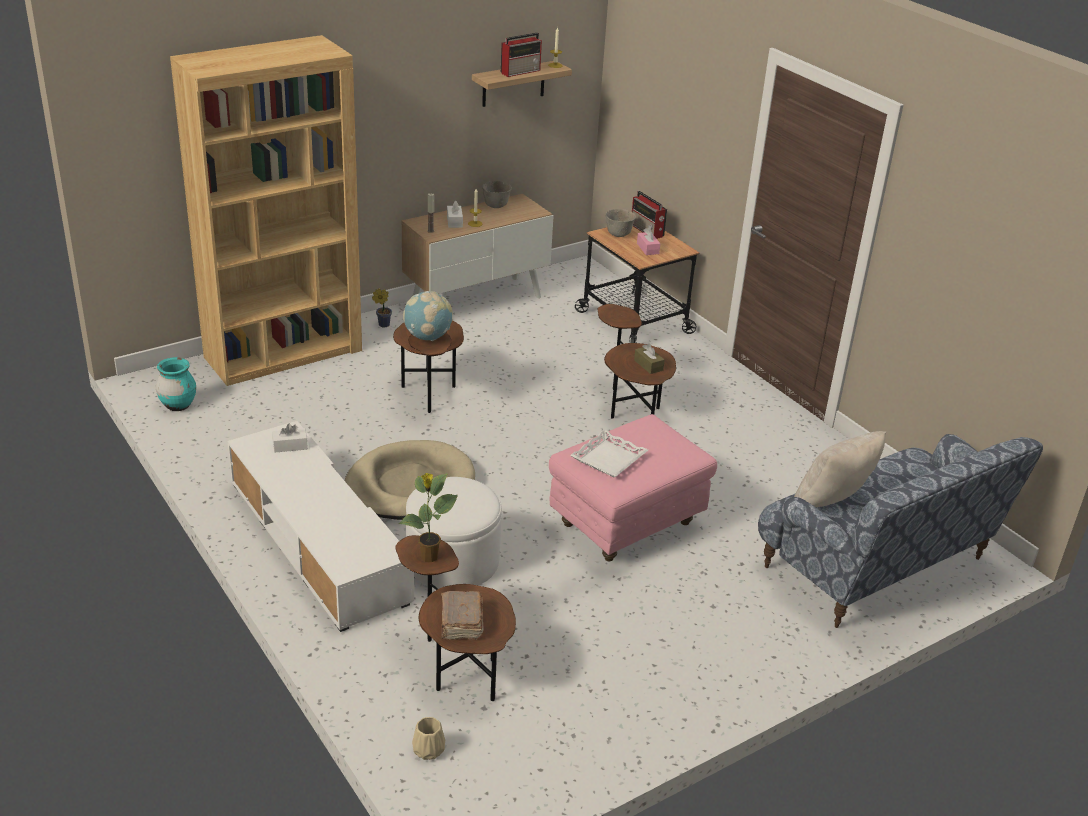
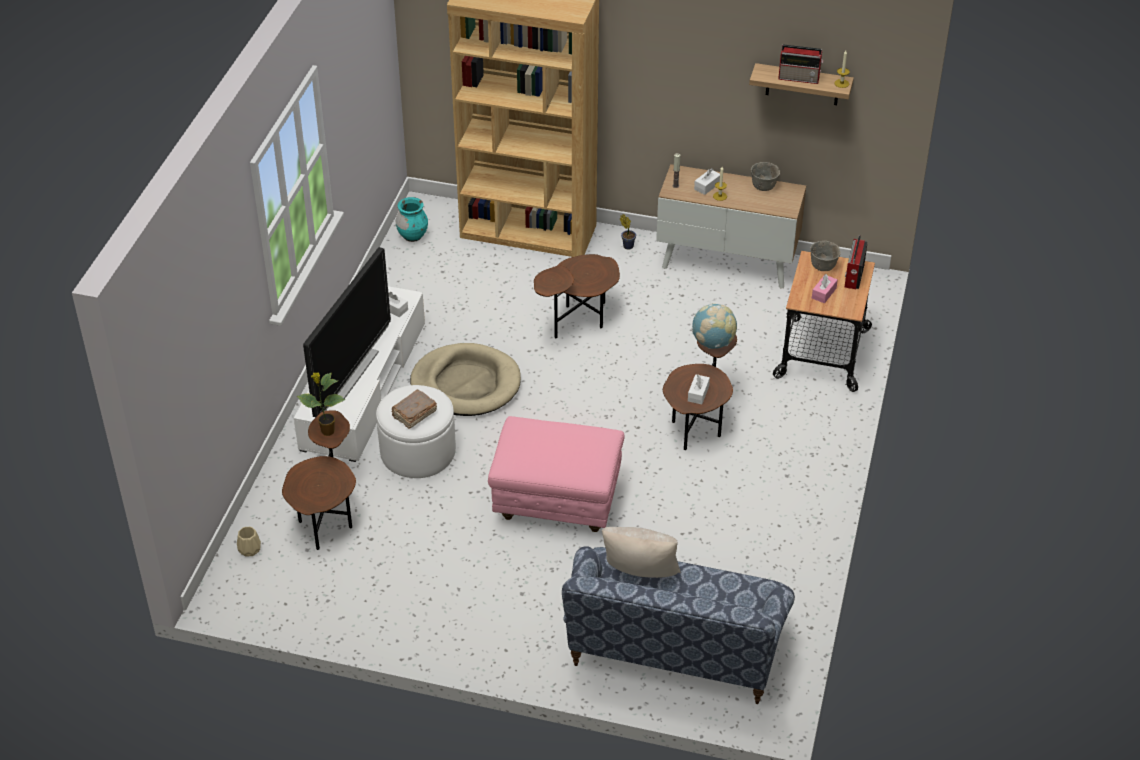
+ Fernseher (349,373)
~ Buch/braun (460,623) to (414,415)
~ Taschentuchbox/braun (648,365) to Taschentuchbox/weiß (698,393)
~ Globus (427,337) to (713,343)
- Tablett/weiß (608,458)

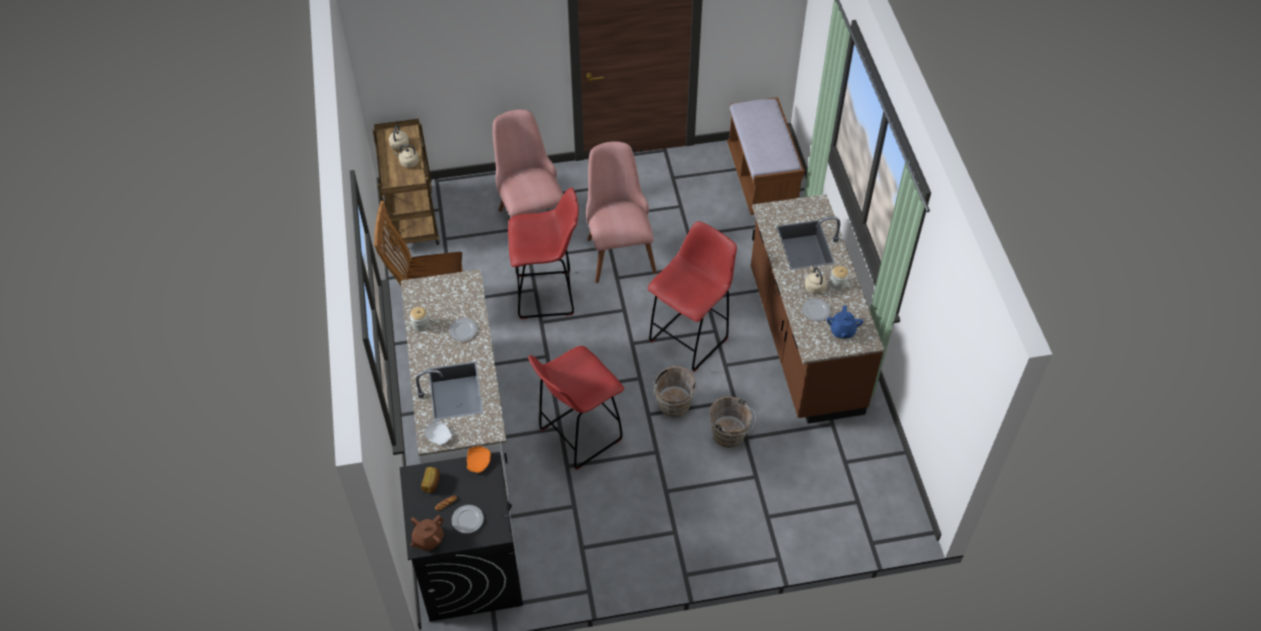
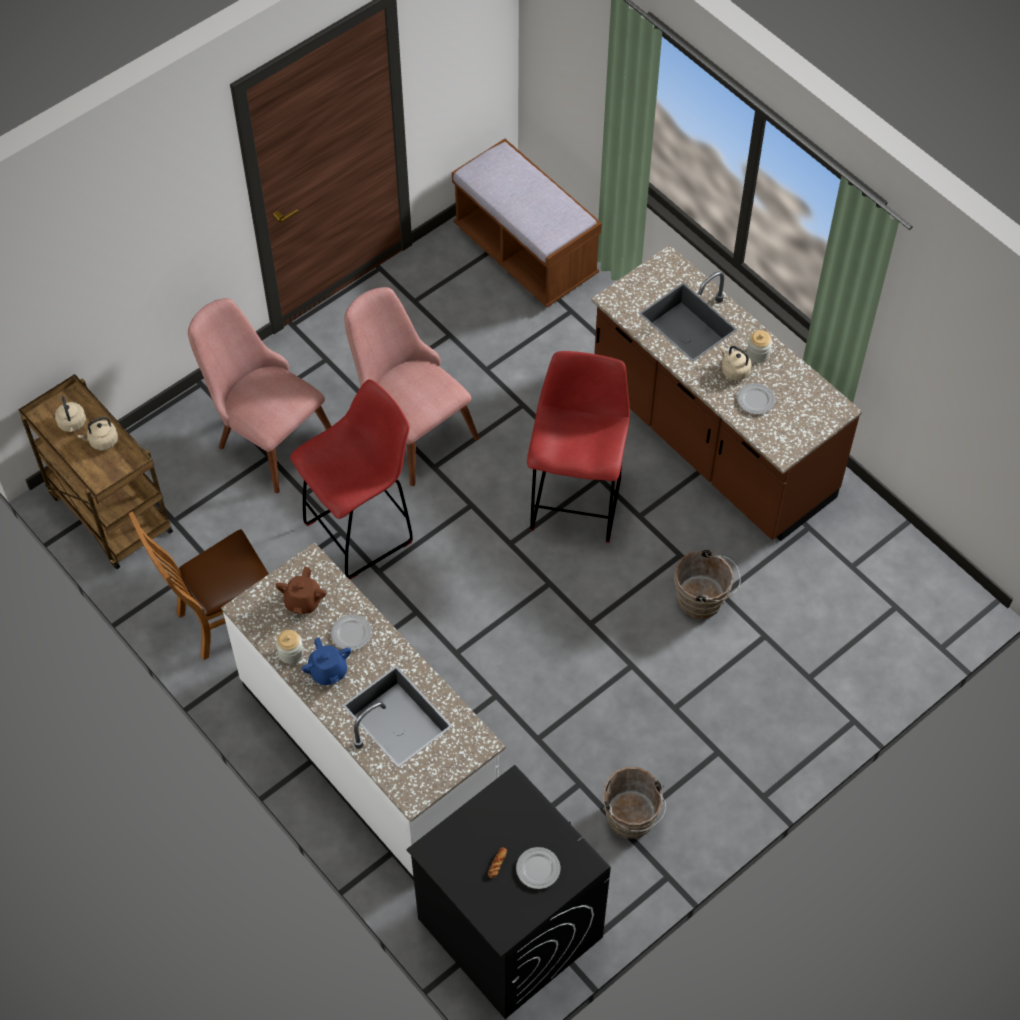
~ Teekanne/braun (428,539) to (303,601)
~ Teekanne/blau (842,331) to (328,671)
~ Eimer/braun (673,406) to (631,821)
- Brot (432,483)
- Teller/weiß (439,435)
- Teller/orange (479,462)
- Hocker/rot (578,436)

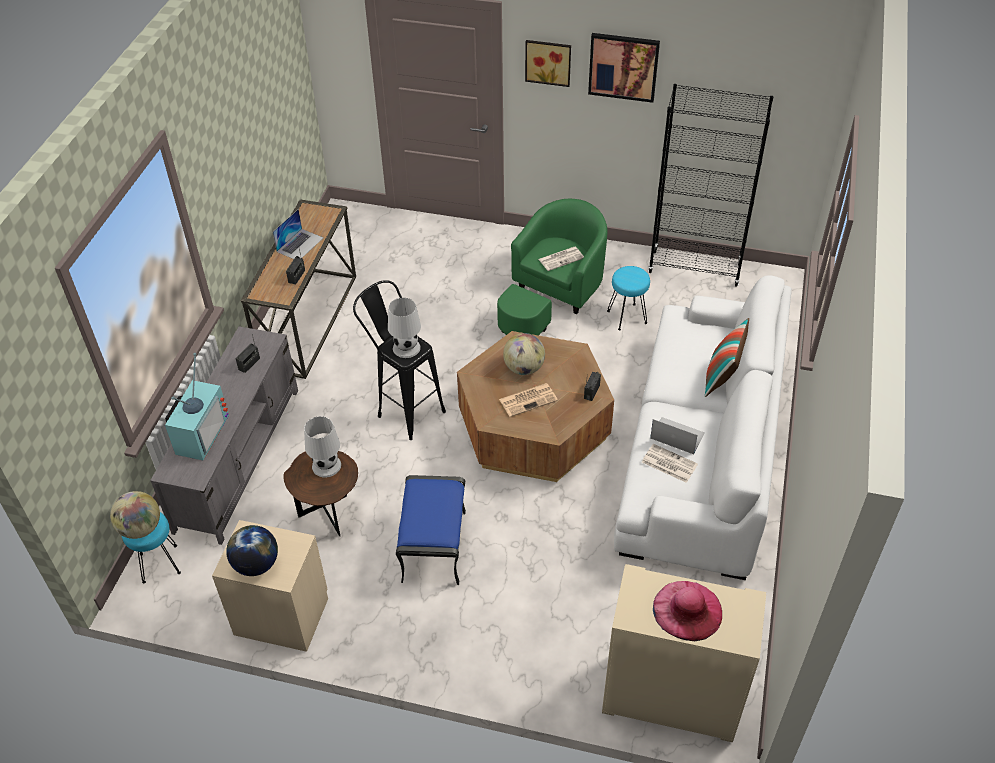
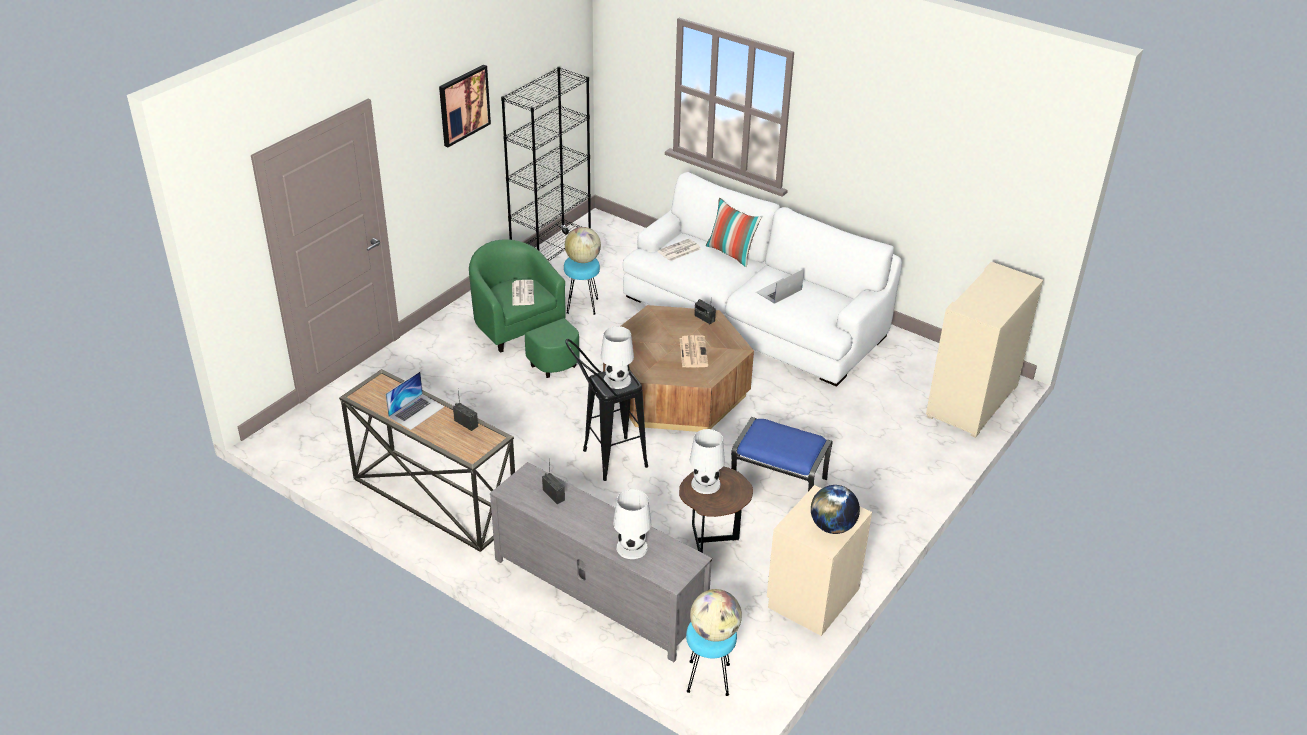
~ Laptop (300,244) = (416,411) 75 degrees clockwise
~ Globus (524,368) to (583,260)
~ Fernseher (199,433) to Tischlampe/weiß (631,547)
~ Zeitung (668,463) to (679,251)
- Bild (548,61)
- Hut/rosa (687,610)

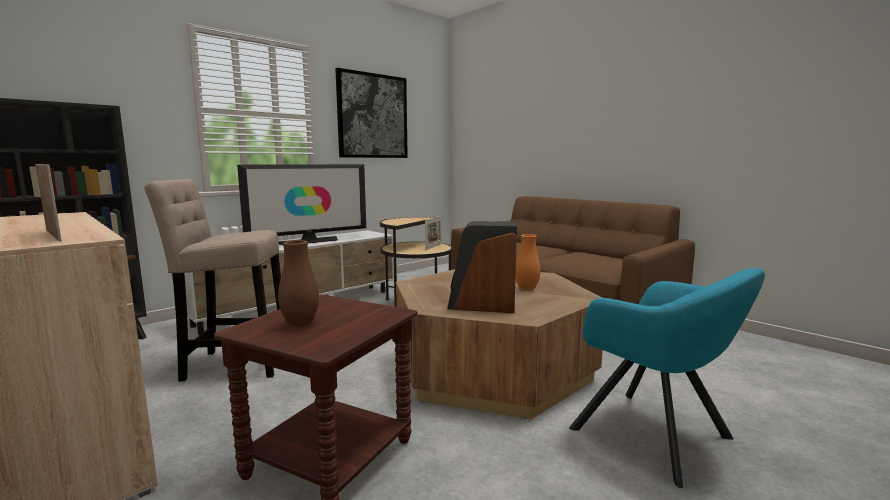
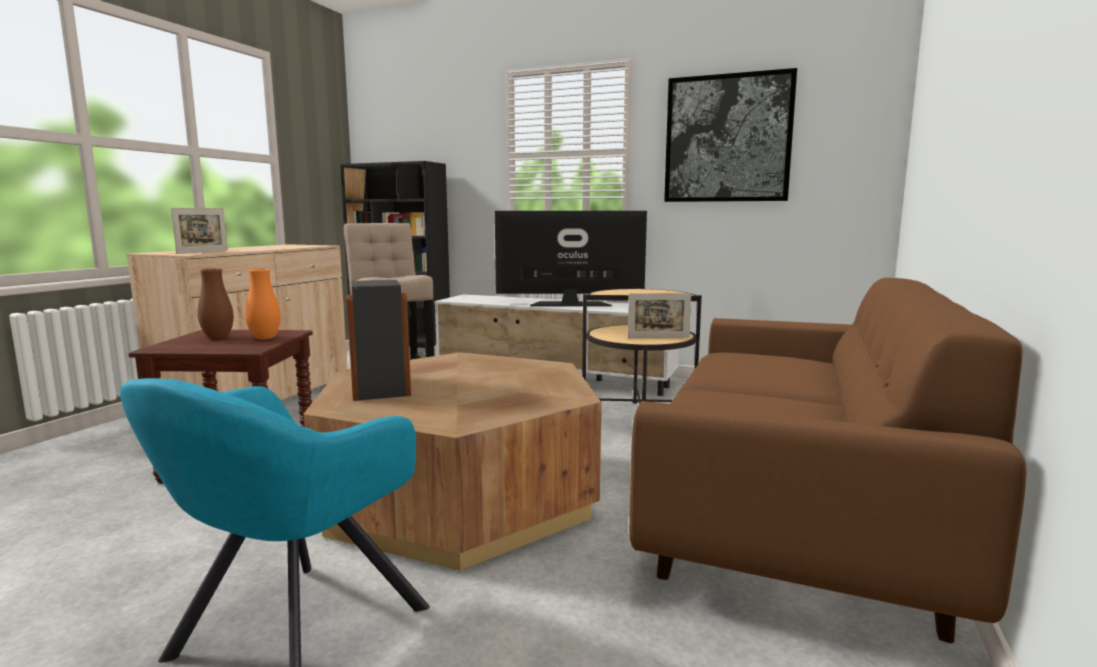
~ Vase/orange (526,289) to (265,338)
~ Fernseher (309,241) = (570,304) 150 degrees clockwise

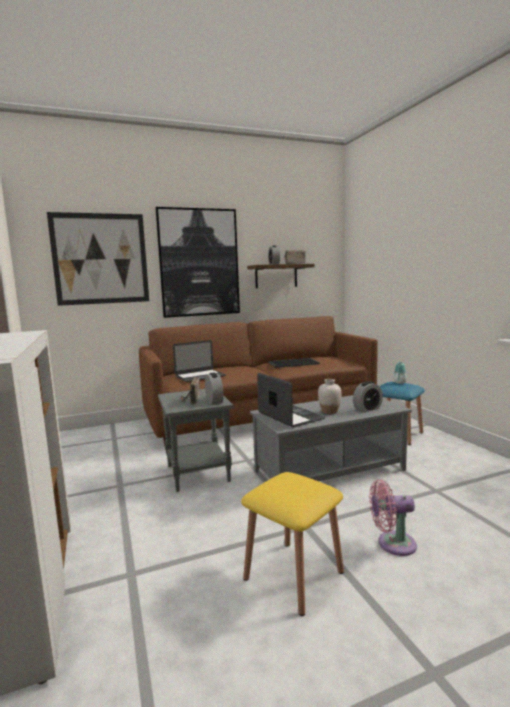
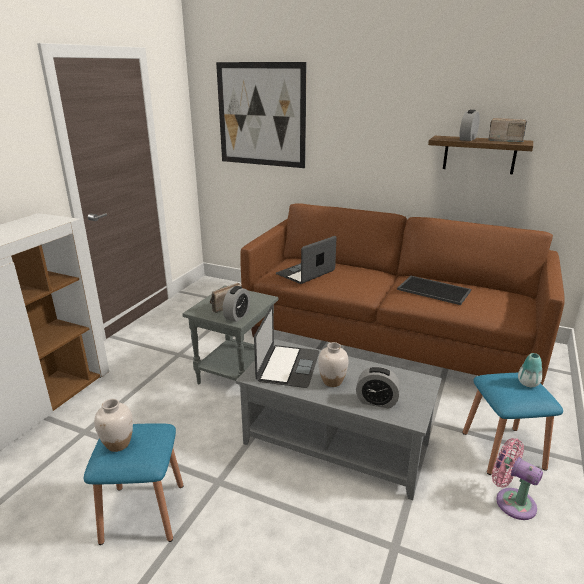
~ Hocker/gelb (293,575) to Hocker/blau (143,512)
+ Vase/weiß (118,444)
~ Laptop (200,376) = (305,273) 120 degrees clockwise
~ Ventilator/rosa (392,544) to (511,501)
- Bild (199,263)

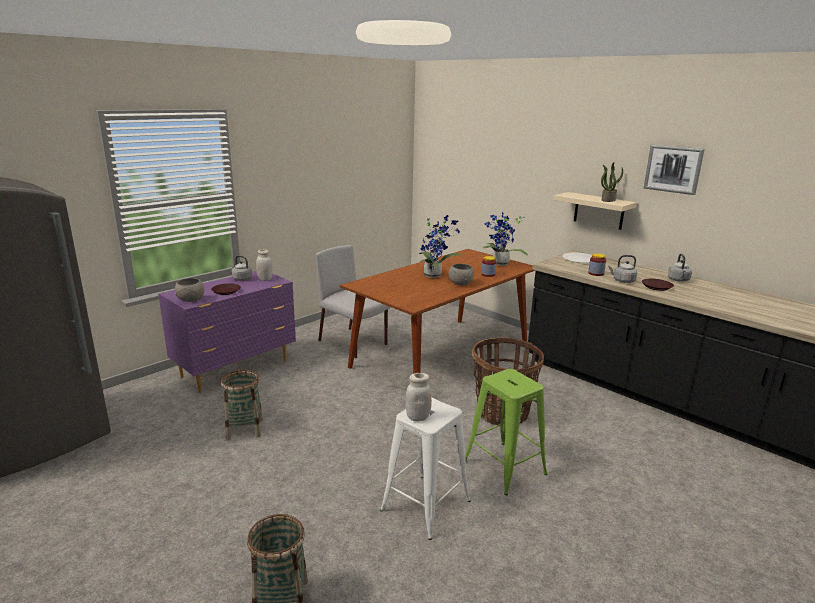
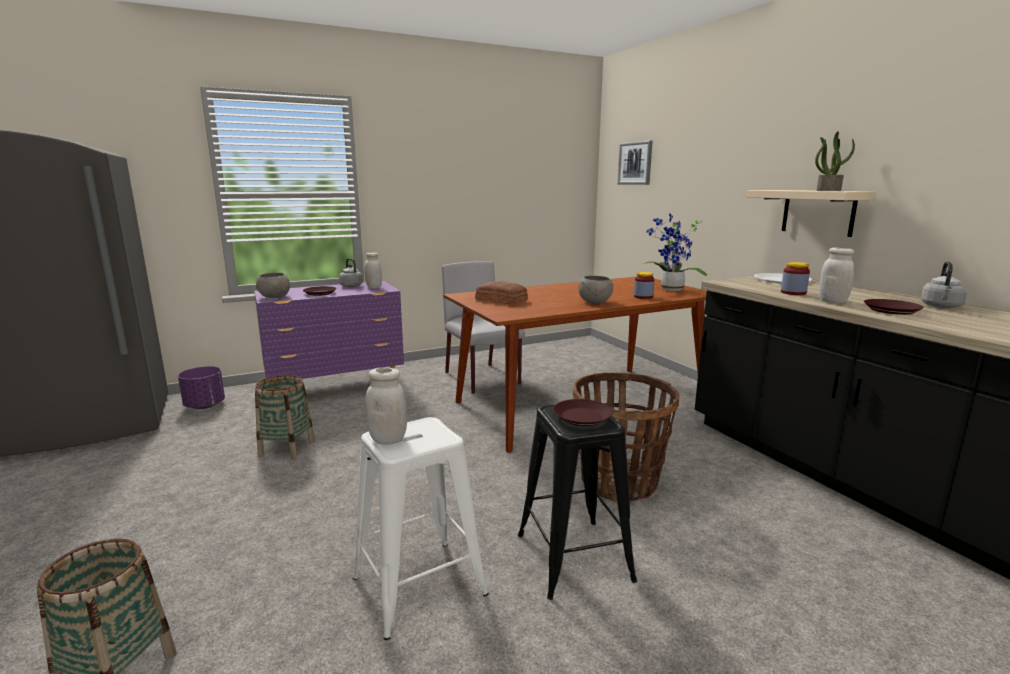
+ Pflanzkübel/lila (205,405)
+ Brot (501,300)
~ Hocker/grün (504,467) to Hocker/schwarz (573,556)
+ Teller/braun (582,417)
~ Bild (673,169) to (635,163)
~ Wasserkessel/grau (622,281) to Vorratsglas/weiß (832,301)
- Topfpflanze (435,275)

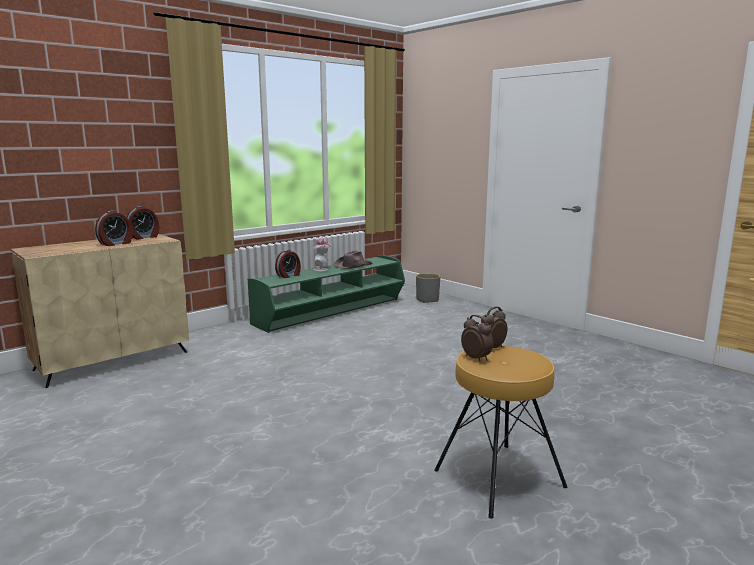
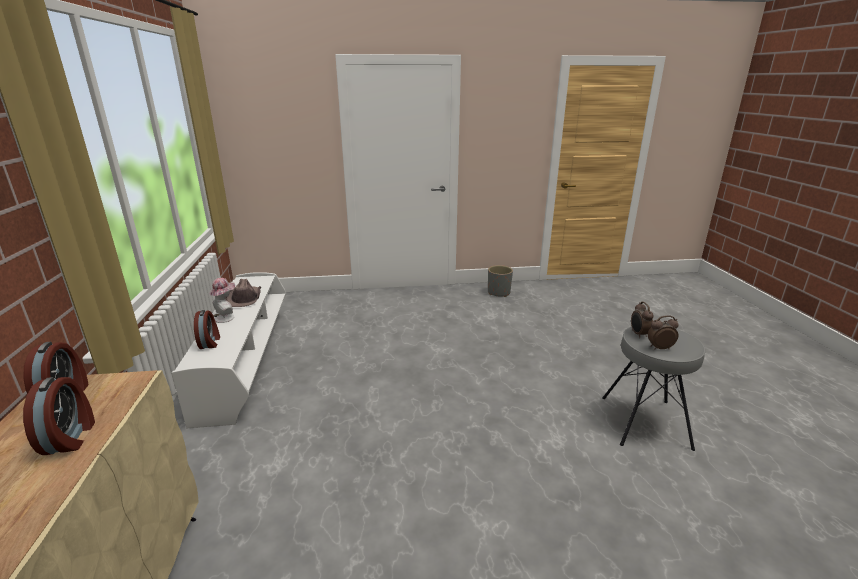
~ Fernsehschrank/grün (332,312) to Fernsehschrank/weiß (247,360)
~ Pflanzkübel/grau (427,300) to (499,293)
~ Hocker/braun (498,477) to Hocker/grau (644,422)

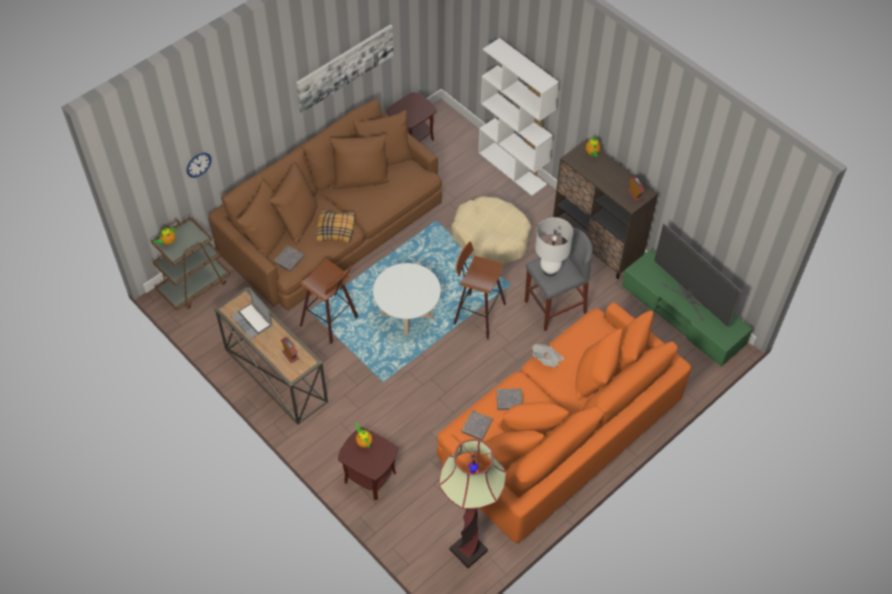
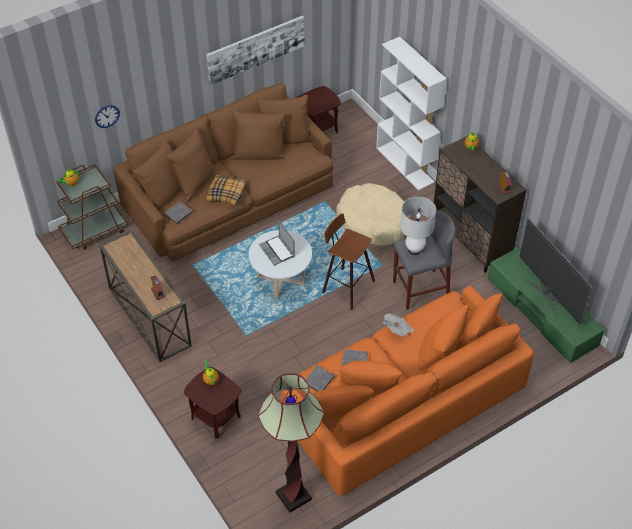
~ Laptop (253,321) to (277,251)
- Hocker (331,321)

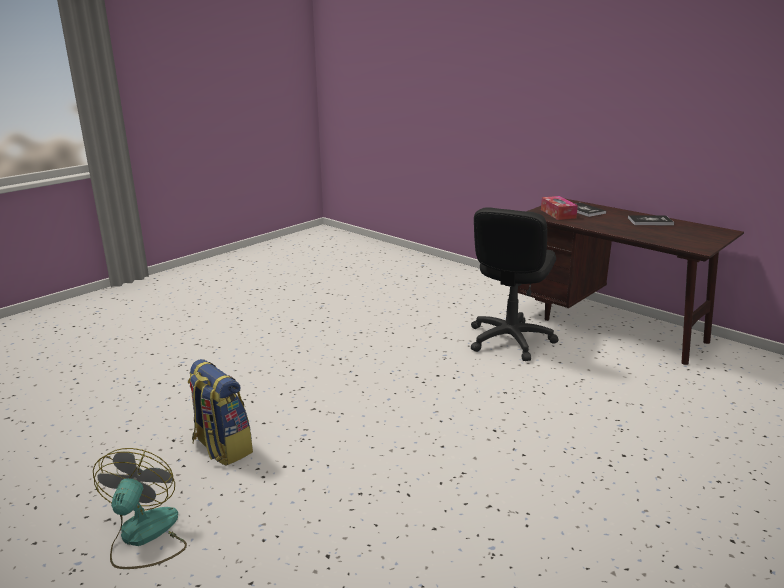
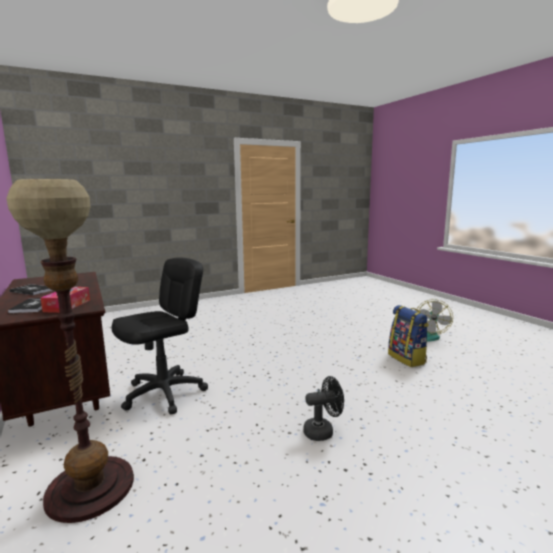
+ Stehlampe (90,487)
+ Ventilator/schwarz (323,431)

